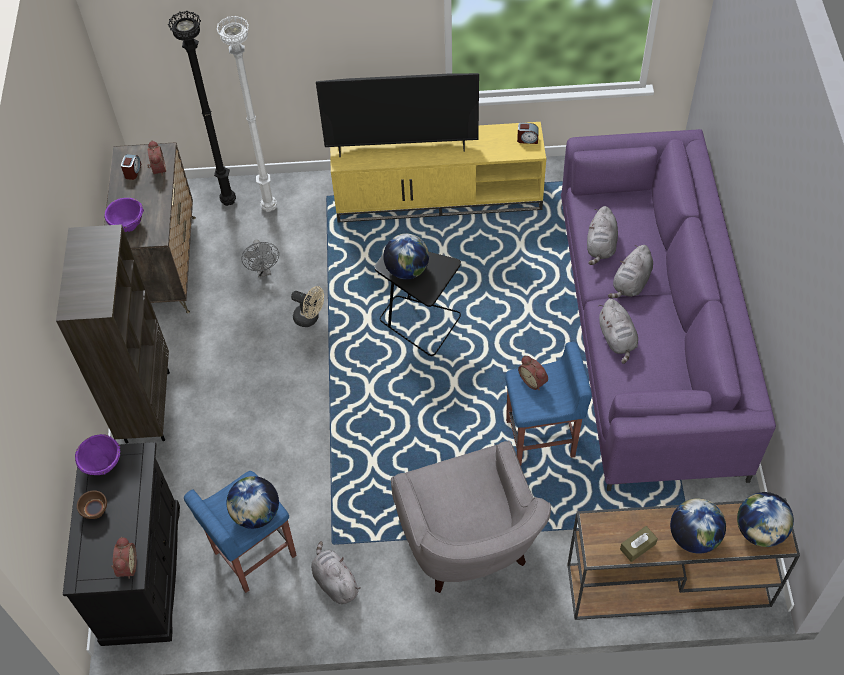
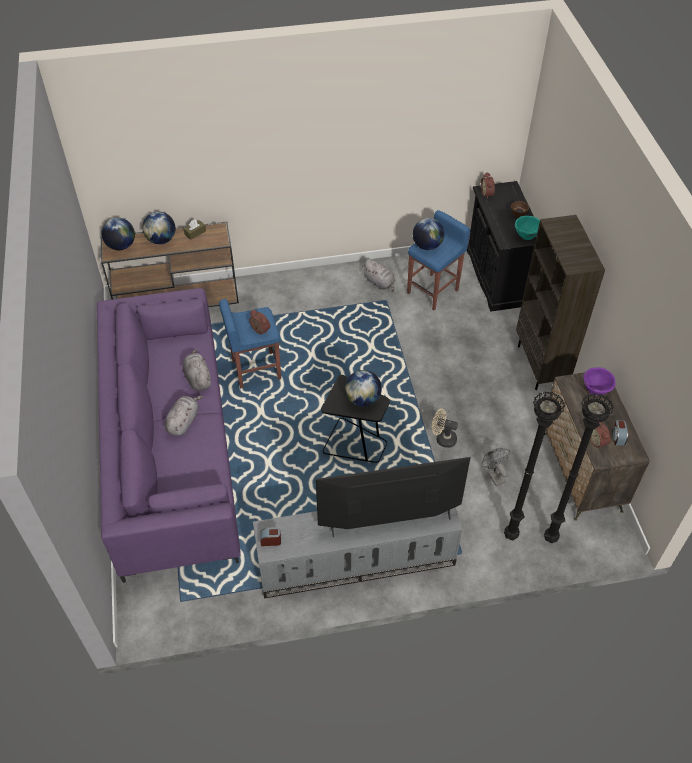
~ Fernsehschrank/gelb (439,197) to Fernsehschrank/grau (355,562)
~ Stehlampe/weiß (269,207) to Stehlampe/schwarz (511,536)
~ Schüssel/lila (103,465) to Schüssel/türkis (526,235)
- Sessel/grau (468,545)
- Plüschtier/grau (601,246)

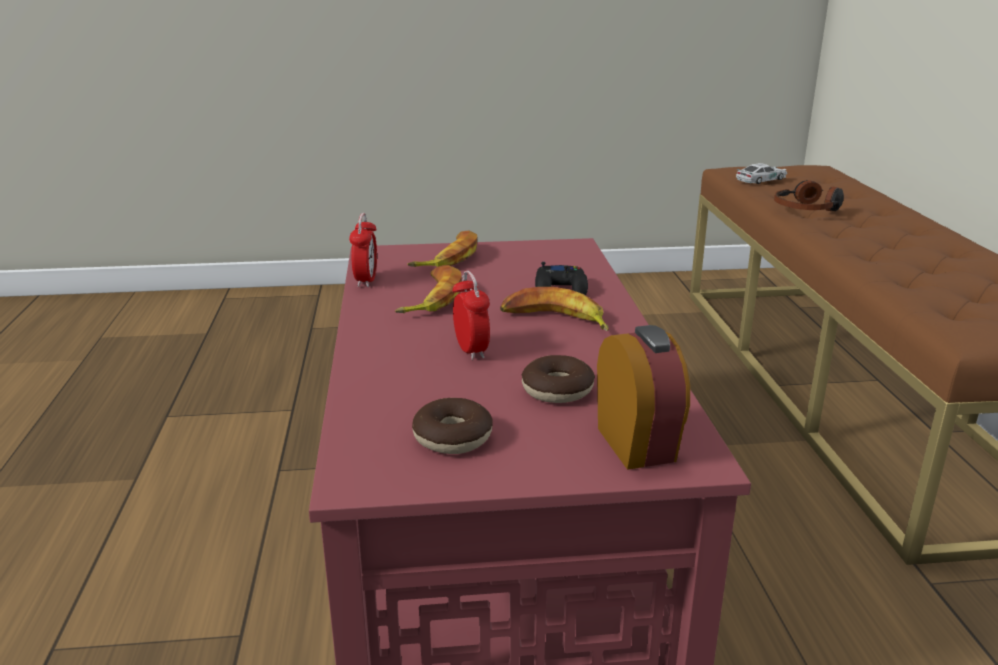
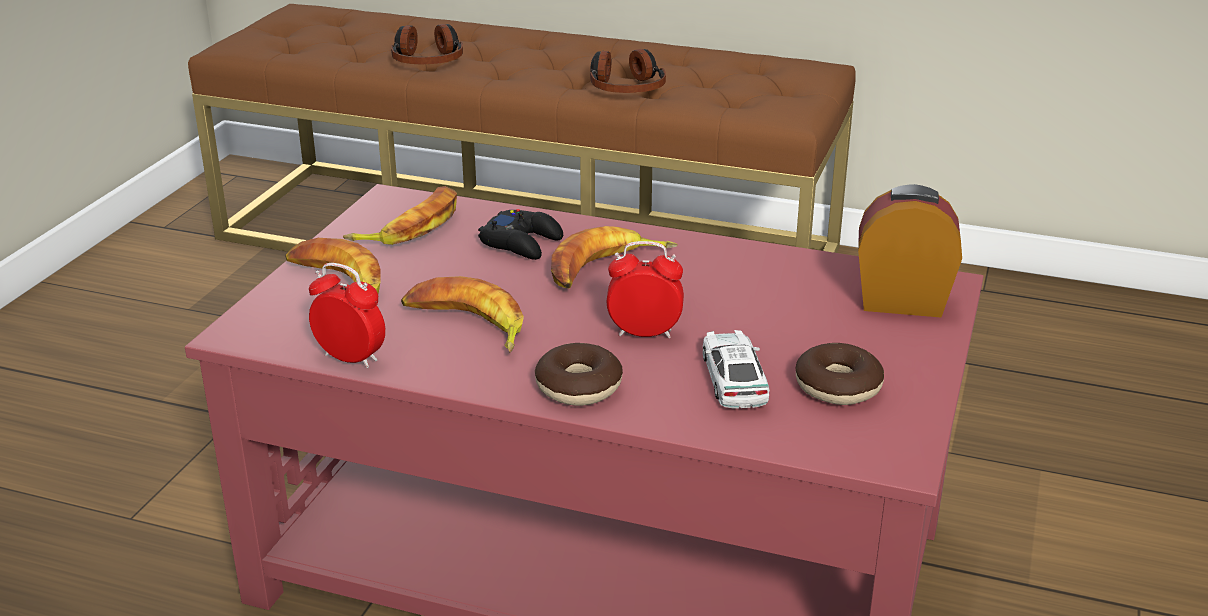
+ Banane (410,226)
~ Donut (557,390) to (578,386)
+ Kopfhörer (626,87)
~ Spielzeugauto (761,180) to (733,378)

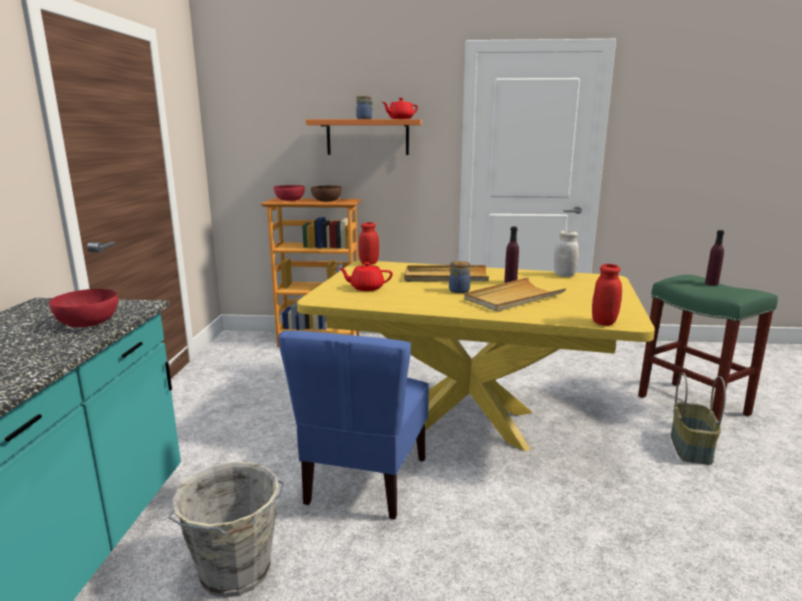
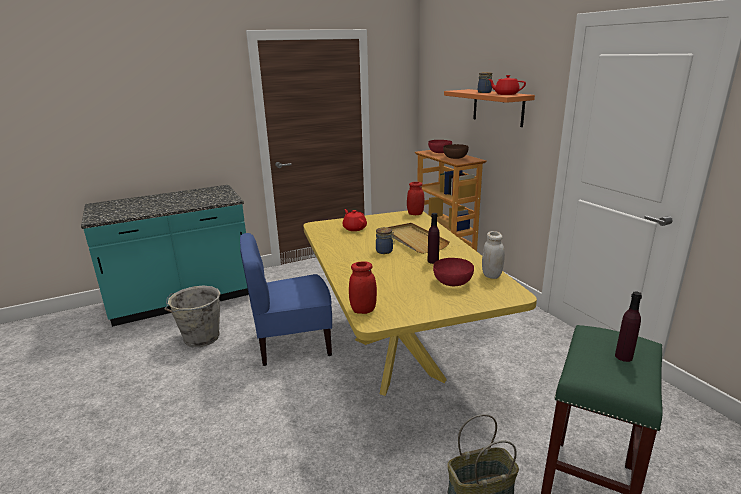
~ Schüssel/rot (89,323) to (453,282)
- Tablett/beige (513,298)

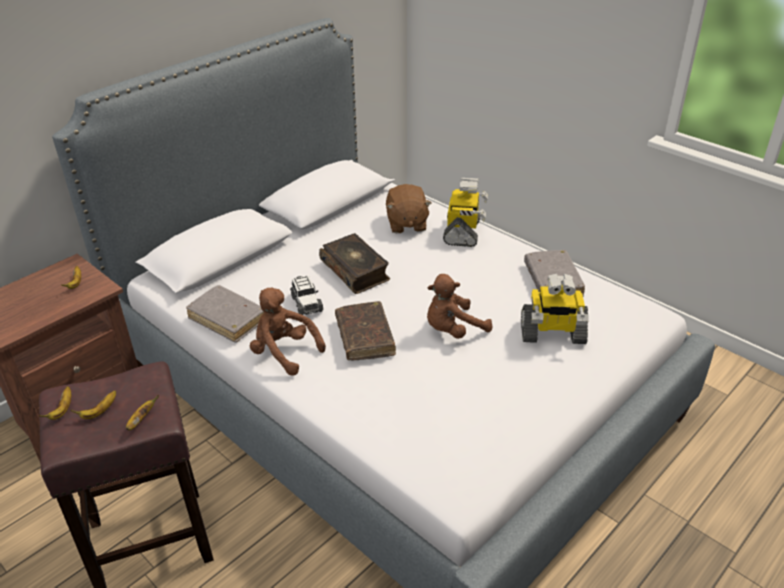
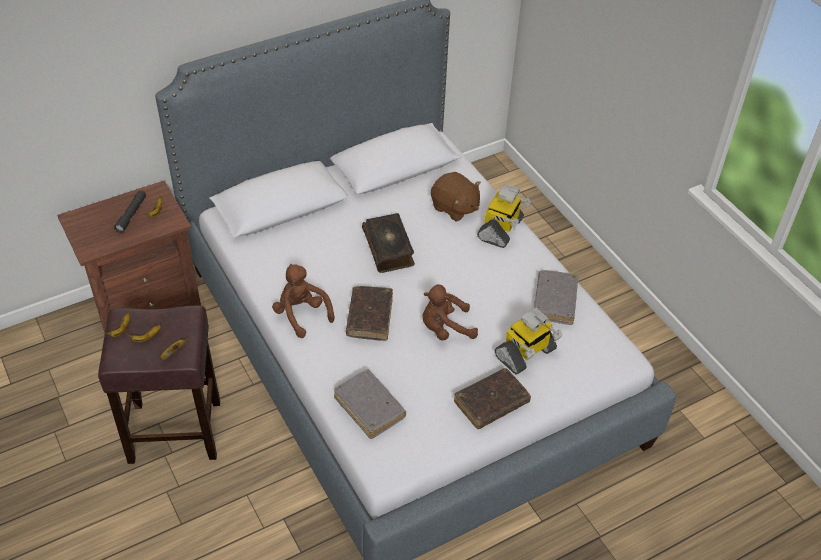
+ Taschenlampe/grau (131,215)
~ Buch/grau (228,319) to (369,408)
~ Plüschtier/braun (406,224) = (454,208) 60 degrees counterclockwise
+ Buch/braun (491,403)
~ Spielzeugroboter (552,334) = (525,354) 60 degrees counterclockwise
- Spielzeugauto (306,303)

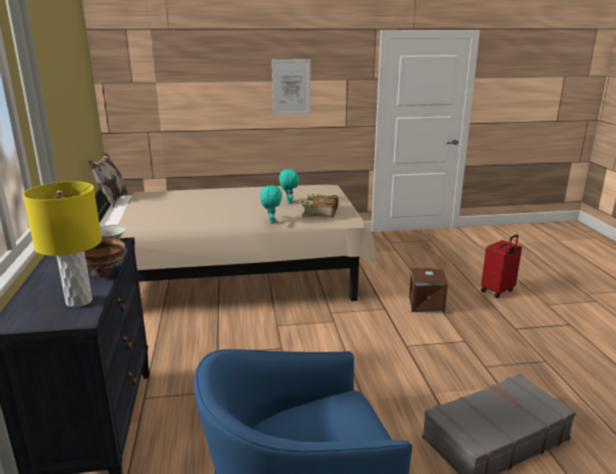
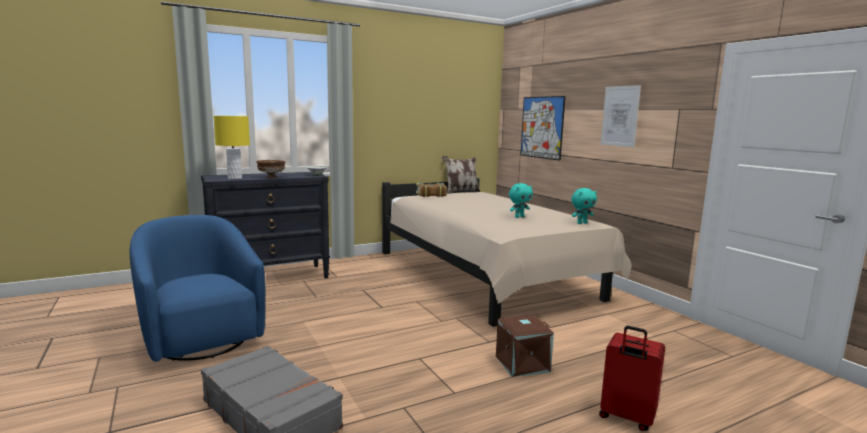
~ Buch (319,212) to (430,195)
+ Bild (541,127)
~ Plüschtier/türkis (271,221) to (581,223)

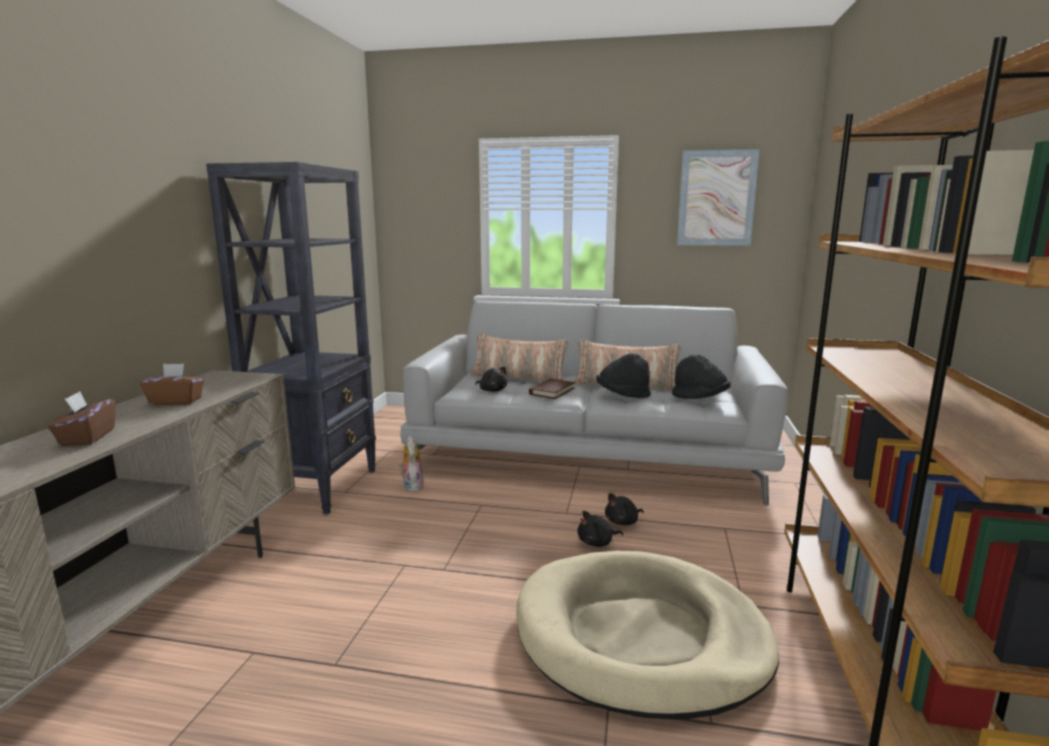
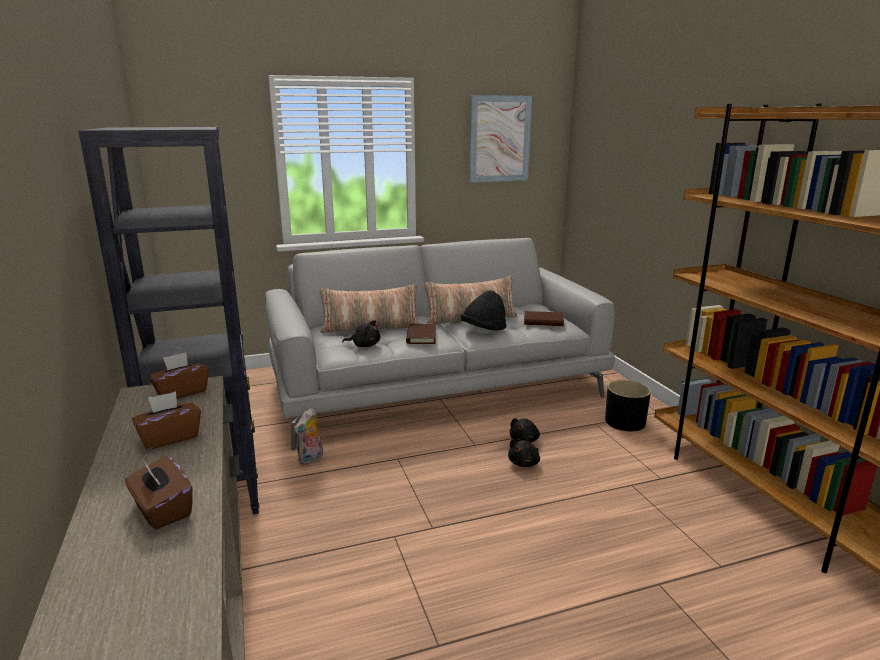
+ Taschentuchbox/braun (181,392)
~ Plüschtier (411,486) = (311,459) 105 degrees counterclockwise
~ Hut/schwarz (700,399) to Buch/braun (543,321)
+ Pflanzkübel/schwarz (624,421)
- Hundebett/beige (640,636)

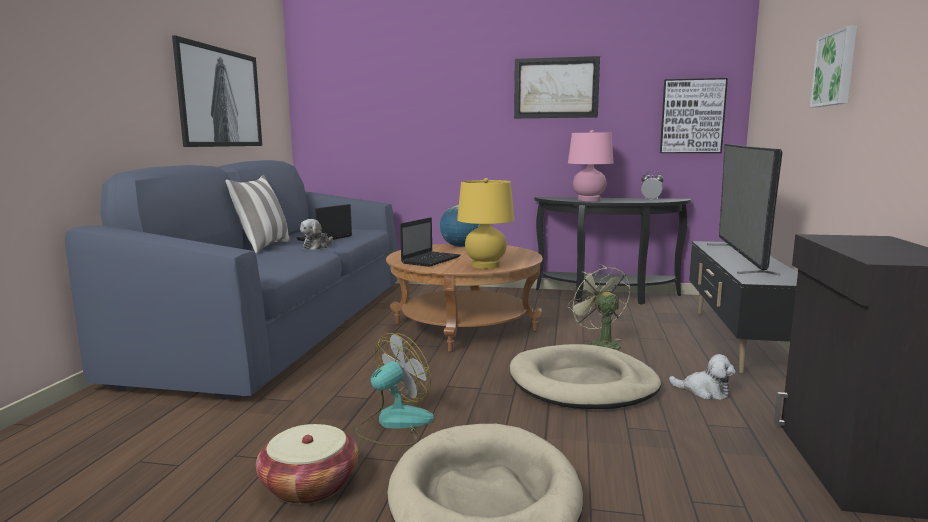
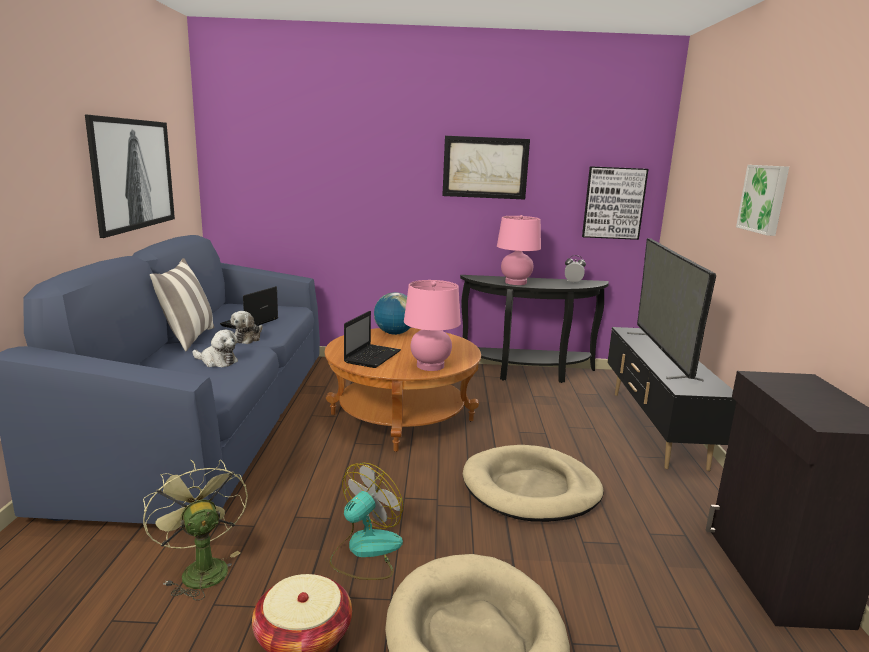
~ Ventilator/grün (599,344) to (200,568)
~ Plüschtier (704,391) to (217,361)
~ Tischlampe/gelb (485,266) to Tischlampe/rosa (430,366)

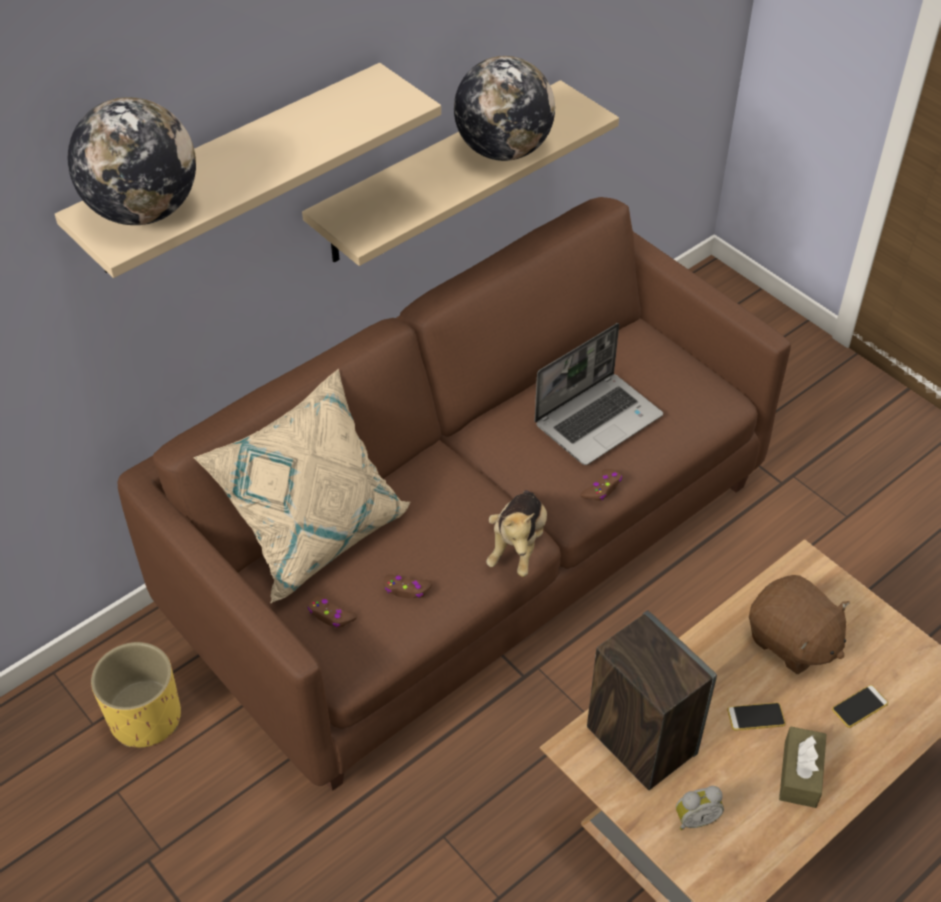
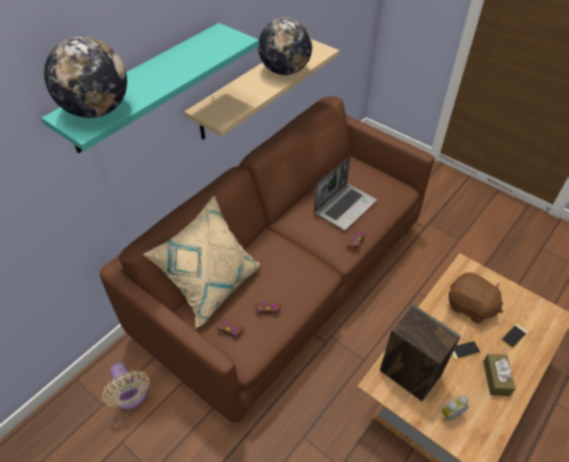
~ Wandregal/beige (232,170) to Wandregal/türkis (145,87)
~ Pflanzkübel/gelb (146,718) to Ventilator/beige (131,397)
- Plüschtier (518,545)

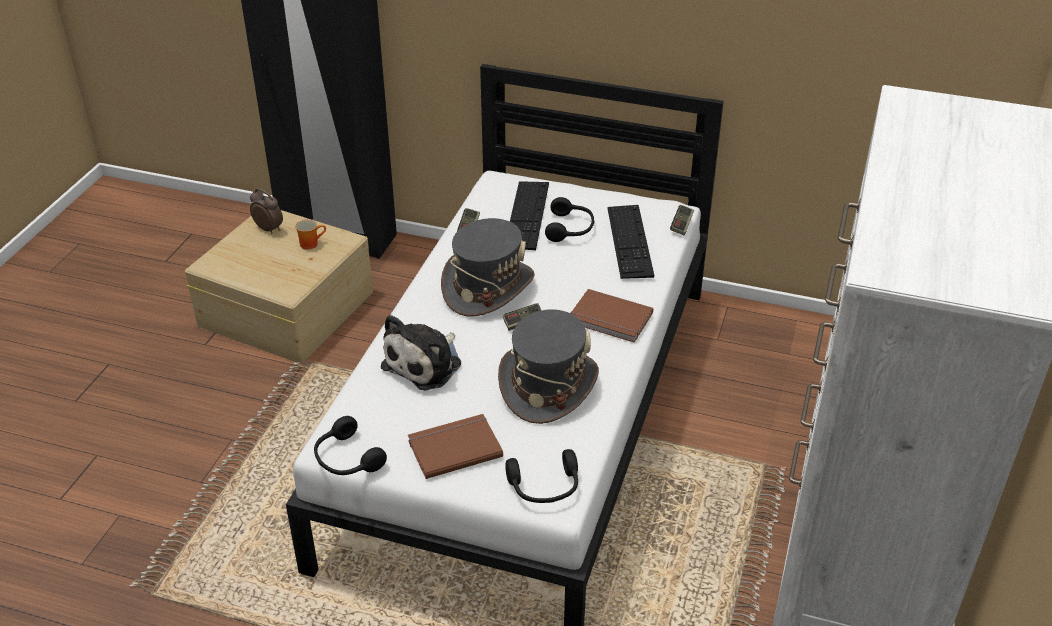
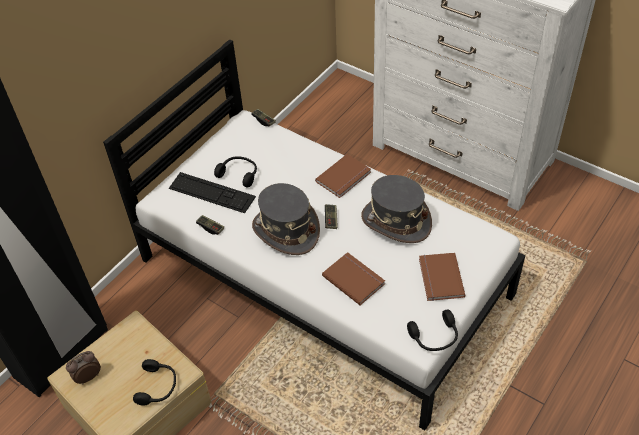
~ Kopfhörer/schwarz (545,488) to (158,387)
~ Plüschtier (425,364) to Buch/braun (354,279)
- Henkelbecher (310,243)
- Tastatur (629,241)

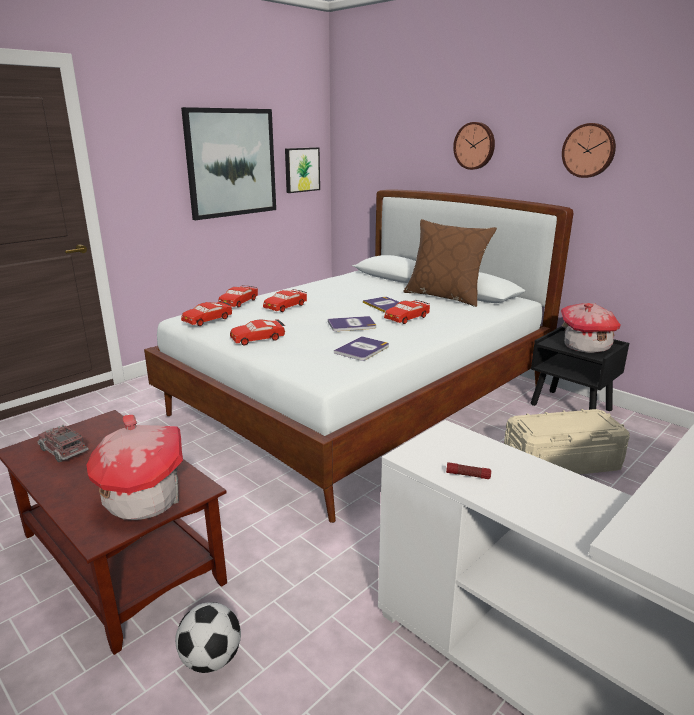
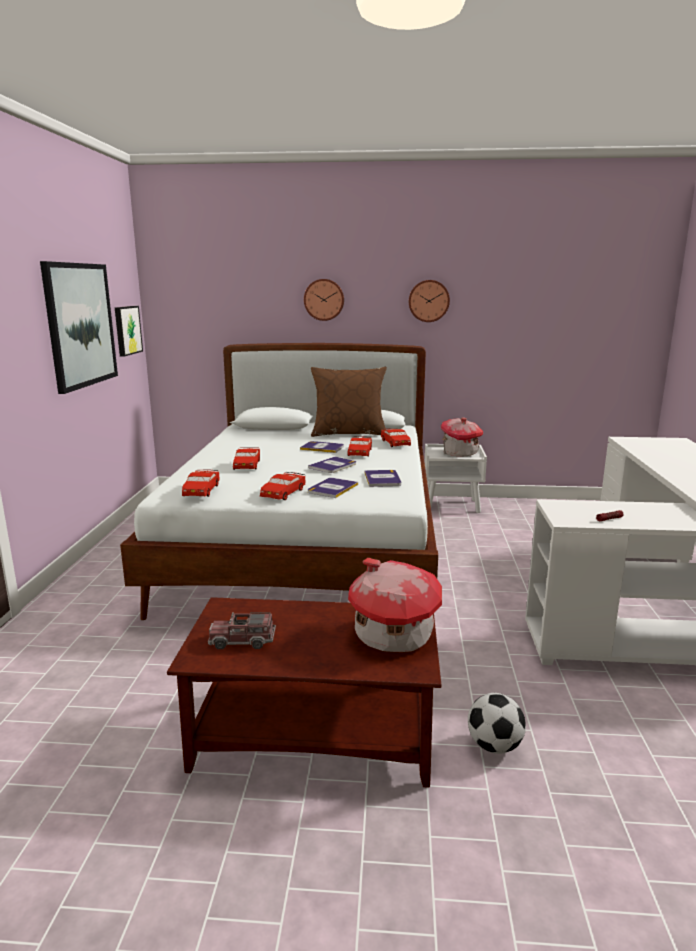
+ Buch (332,488)
~ Spielzeugauto/rot (238,302) to (395,443)
~ Nachttisch/schwarz (571,407) to Nachttisch/weiß (452,505)
- Aufbewahrungsbox/beige (561,462)

